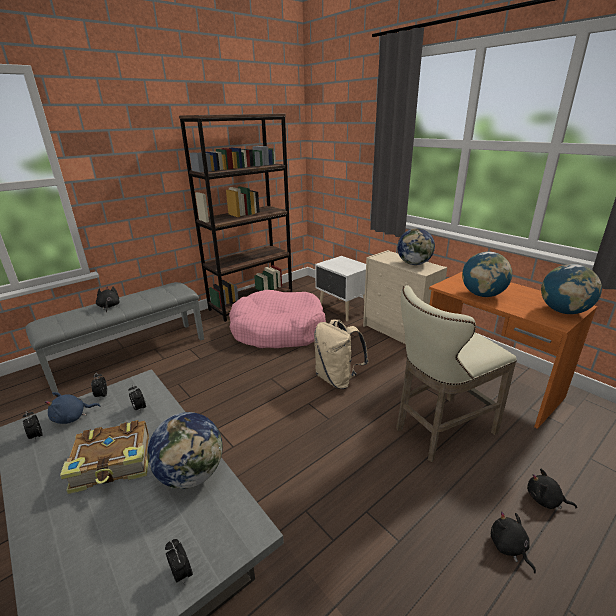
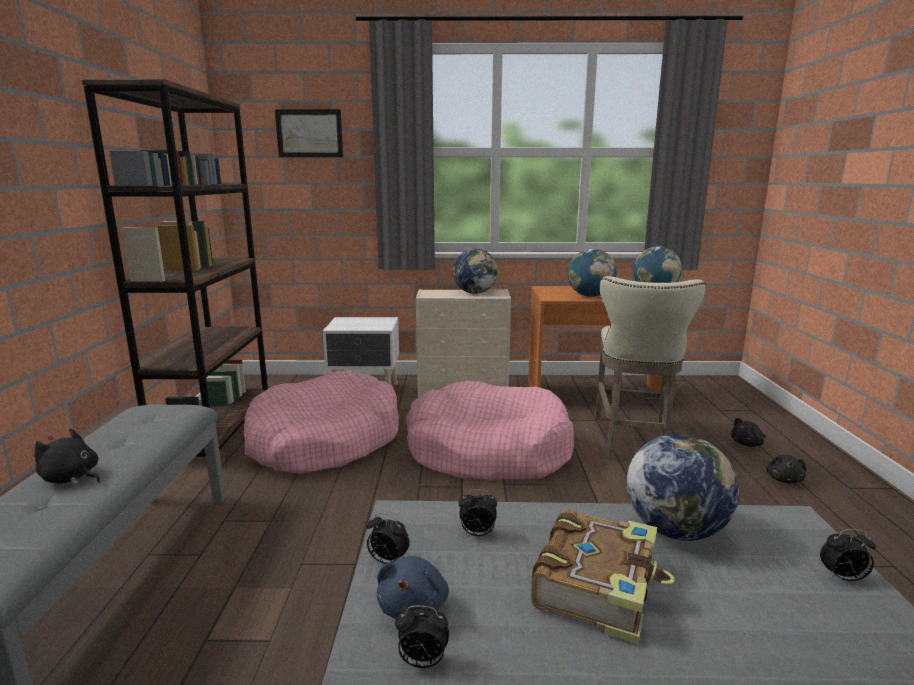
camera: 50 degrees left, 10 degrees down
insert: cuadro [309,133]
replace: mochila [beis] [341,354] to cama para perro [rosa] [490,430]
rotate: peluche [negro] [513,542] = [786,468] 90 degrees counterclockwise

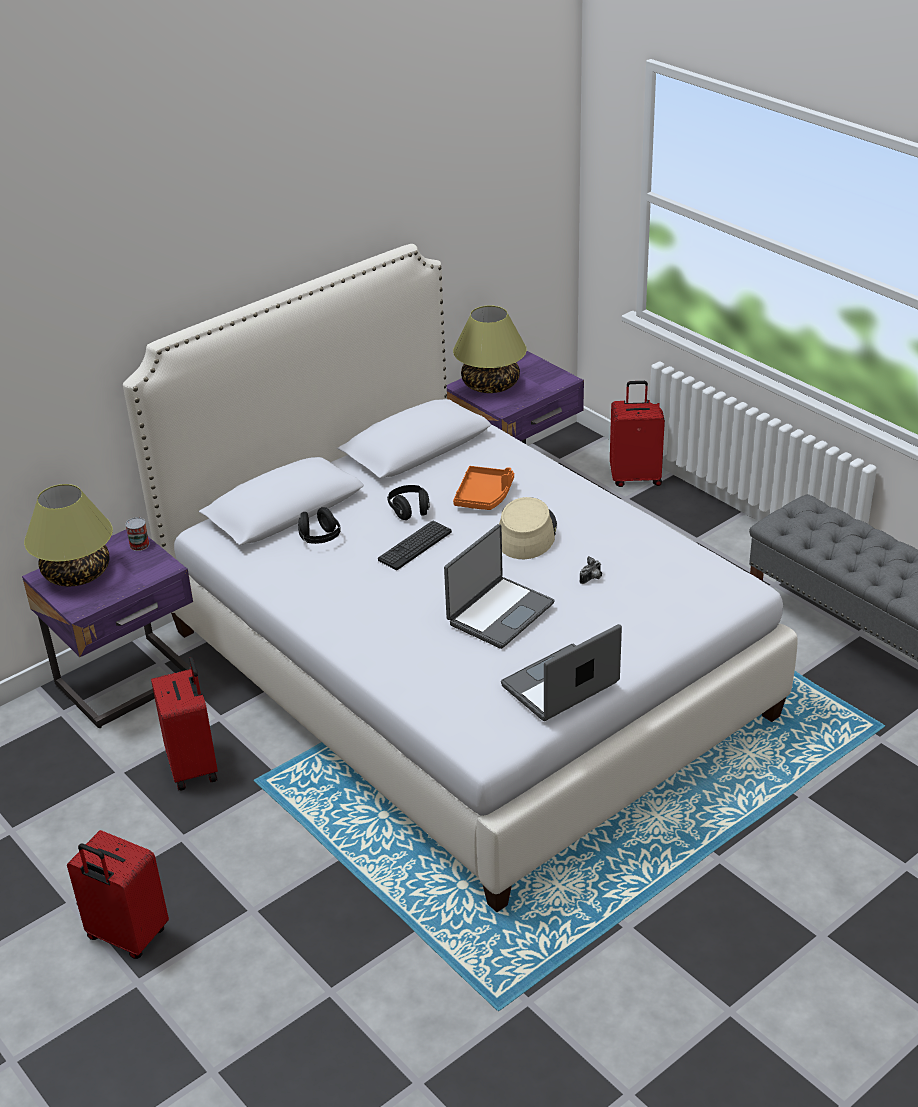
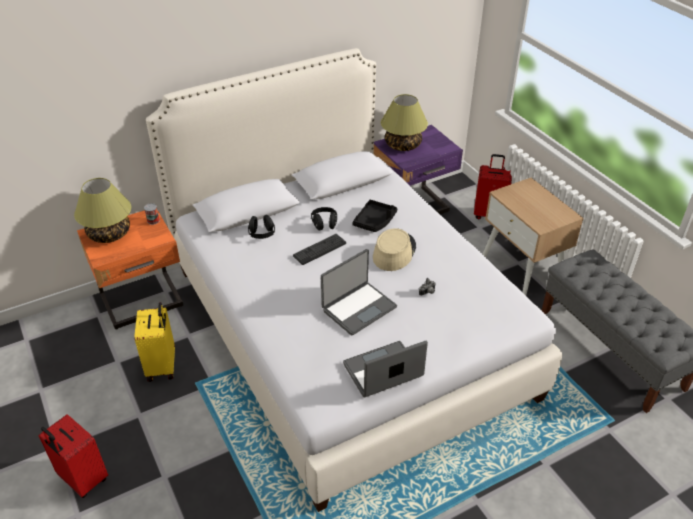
camera: 10 degrees right, 5 degrees up
insert: mesita de noche [beis] [533,237]
recolor: mesita de noche [morado] [107,628] to mesita de noche [naranja] [130,270]; maleta [rojo] [184,724] to maleta [amarillo] [154,342]; bandeja [naranja] [483,488] to bandeja [negro] [374,216]

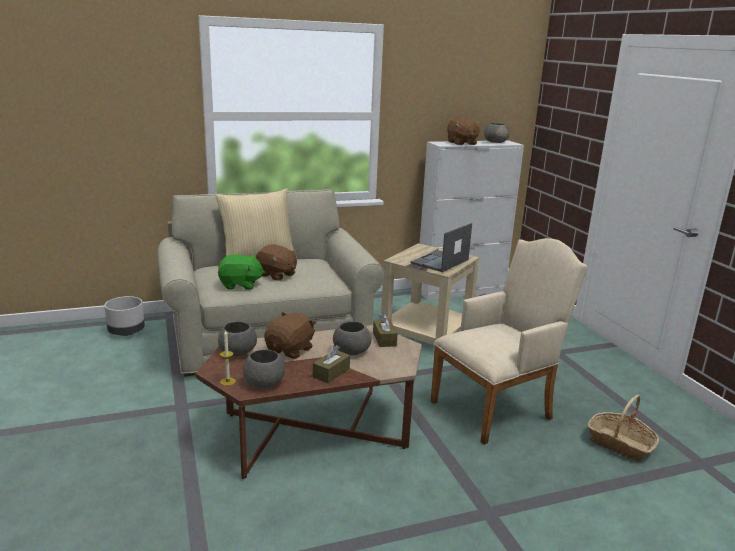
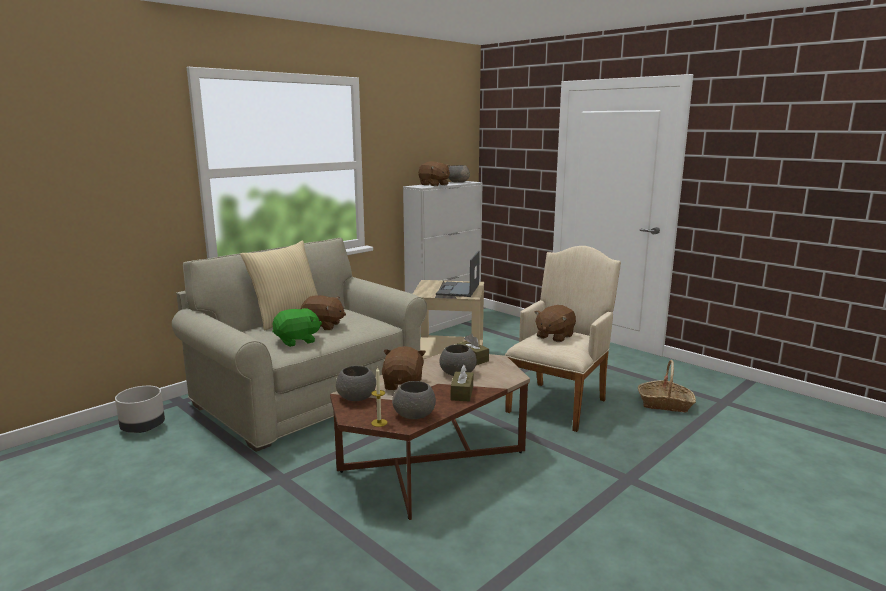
camera: 25 degrees left, 5 degrees down
insert: peluche [marrón] [555,323]

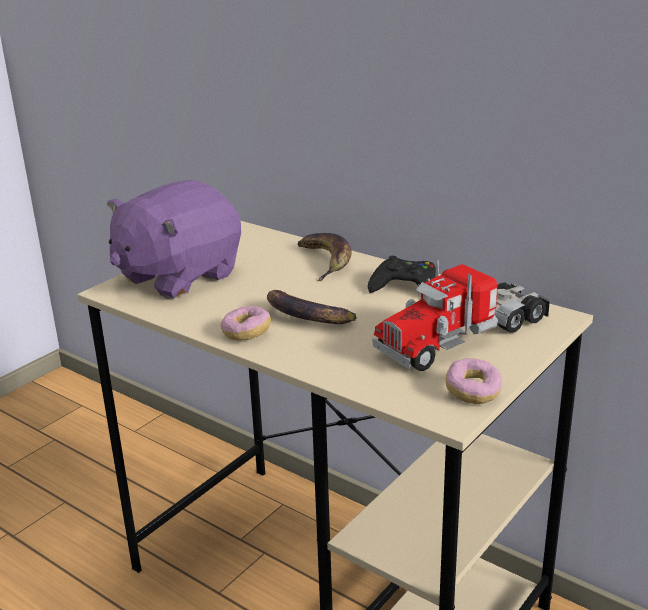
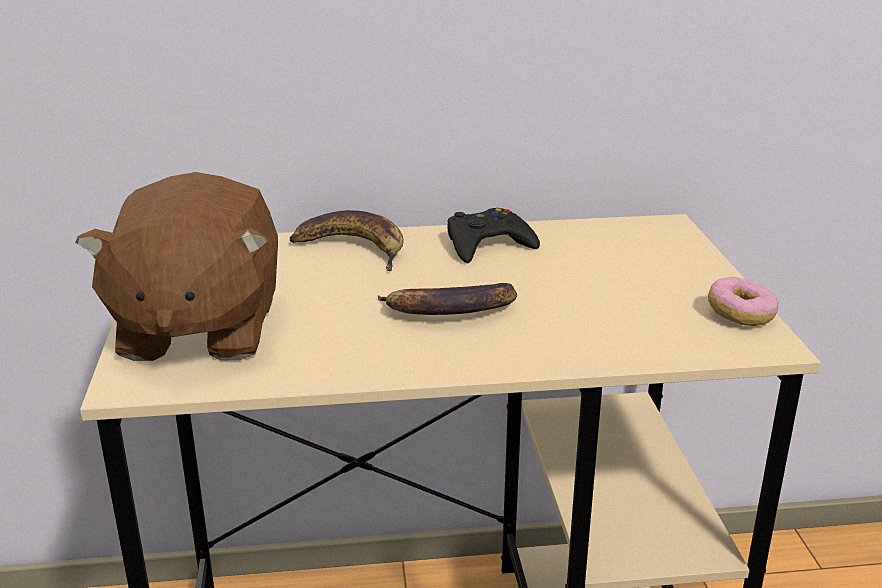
camera: 45 degrees left, 0 degrees up
delete: rosquilla [246,323]; camión de juguete [461,315]
recolor: peluche [morado] [174,239] to peluche [marrón] [176,266]

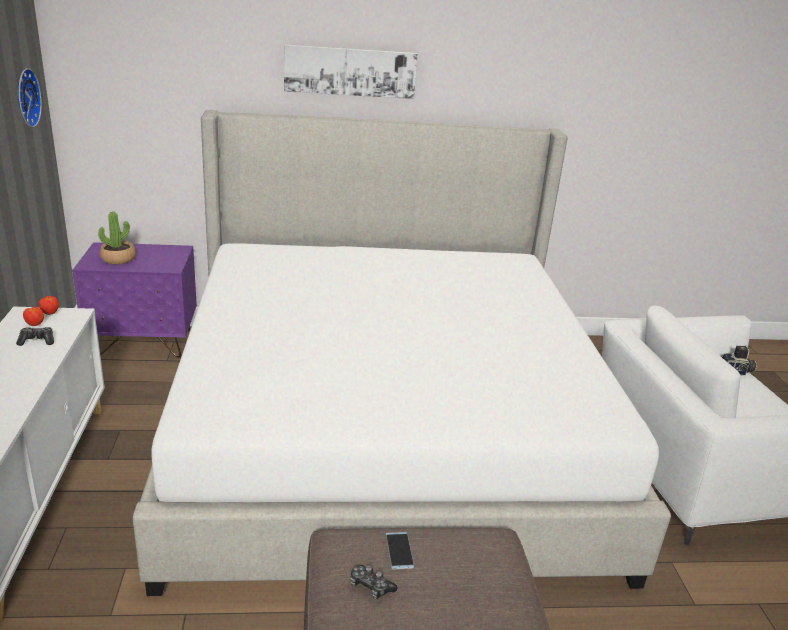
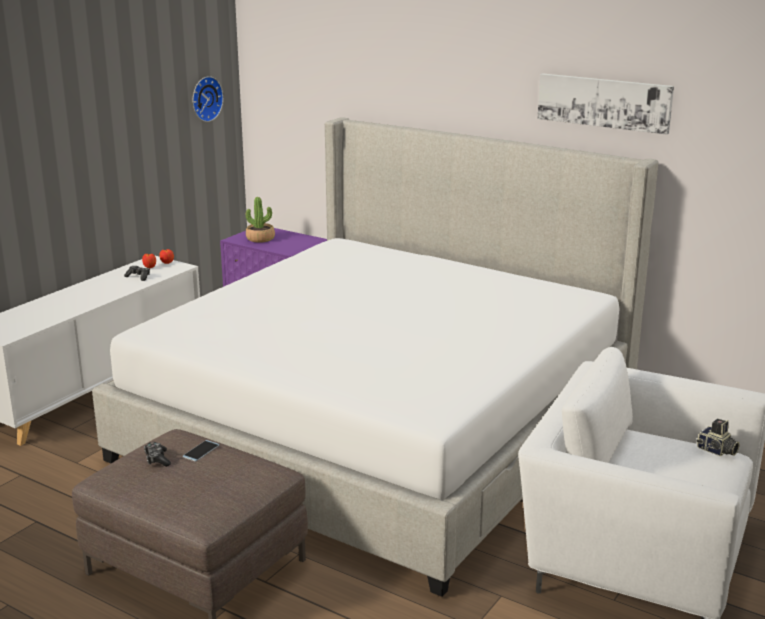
camera: 40 degrees right, 5 degrees down
move: cuadro [351,72] to [605,104]

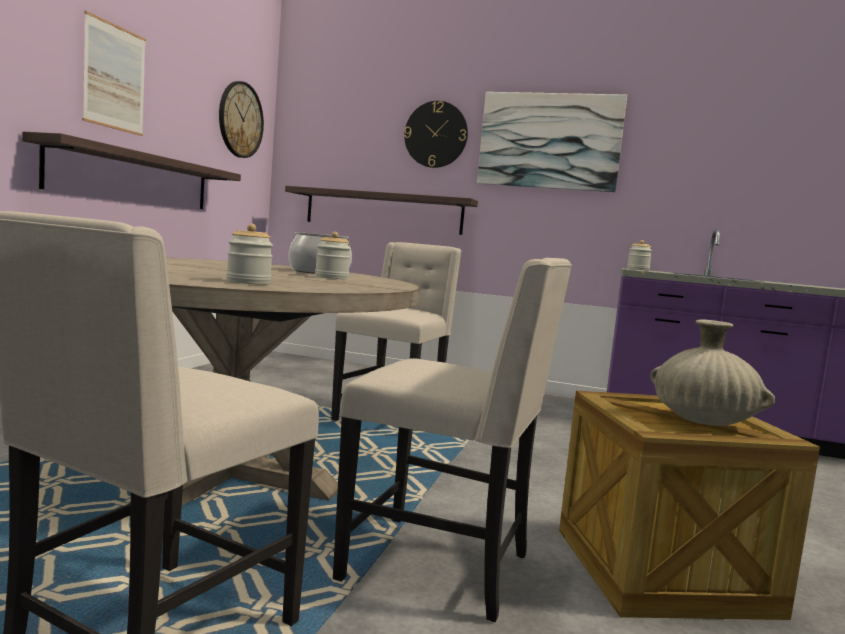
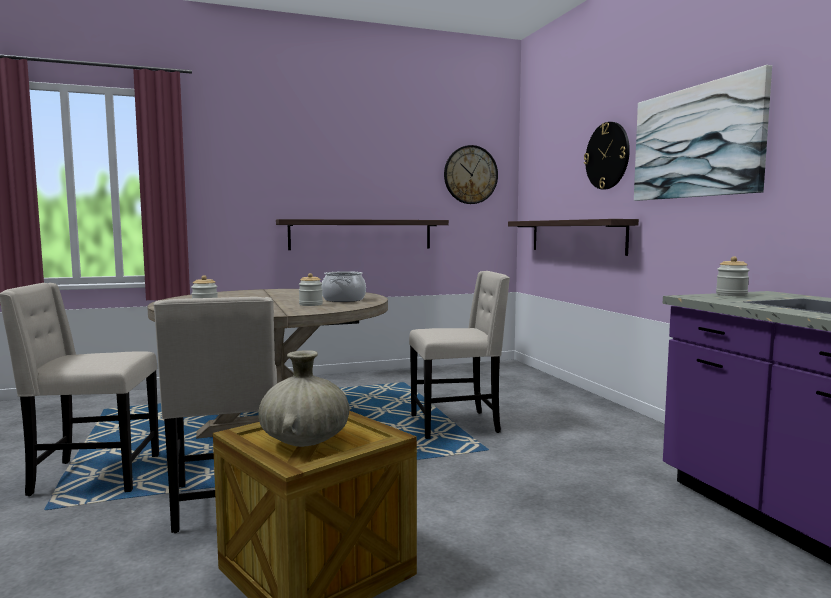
camera: 55 degrees right, 0 degrees up
delete: cuadro [114,73]

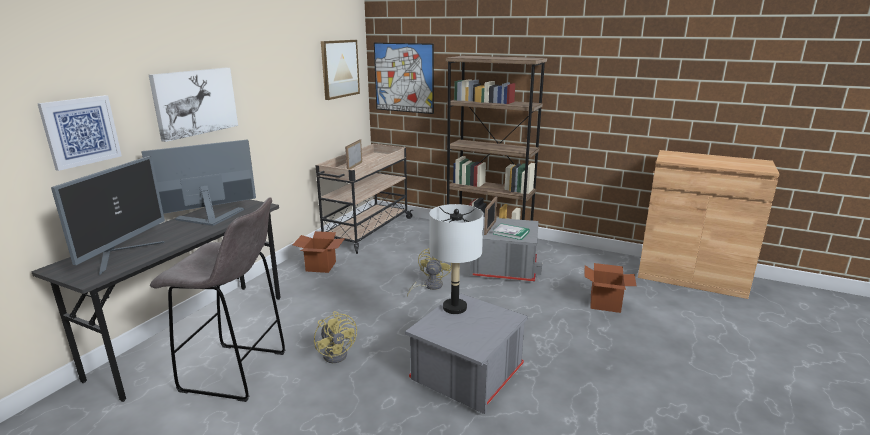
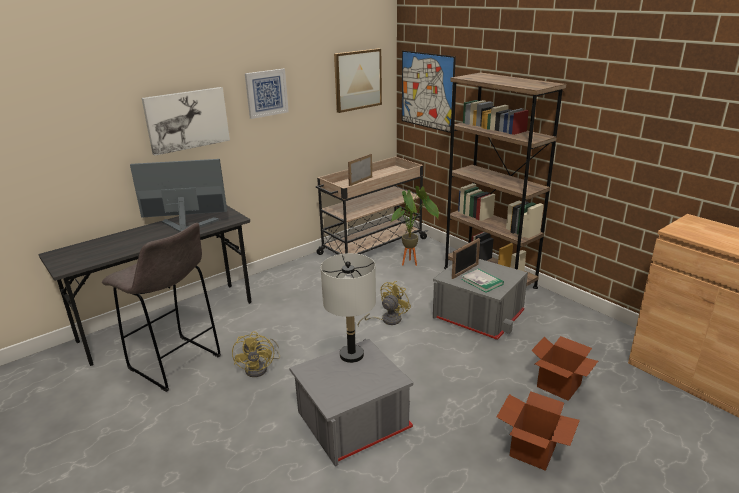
camera: 25 degrees right, 5 degrees up
delete: monitor [108,215]
insert: planta en maceta [415,226]
move: cuadro [79,133] to [267,94]; caja de cartón [318,252] to [538,431]

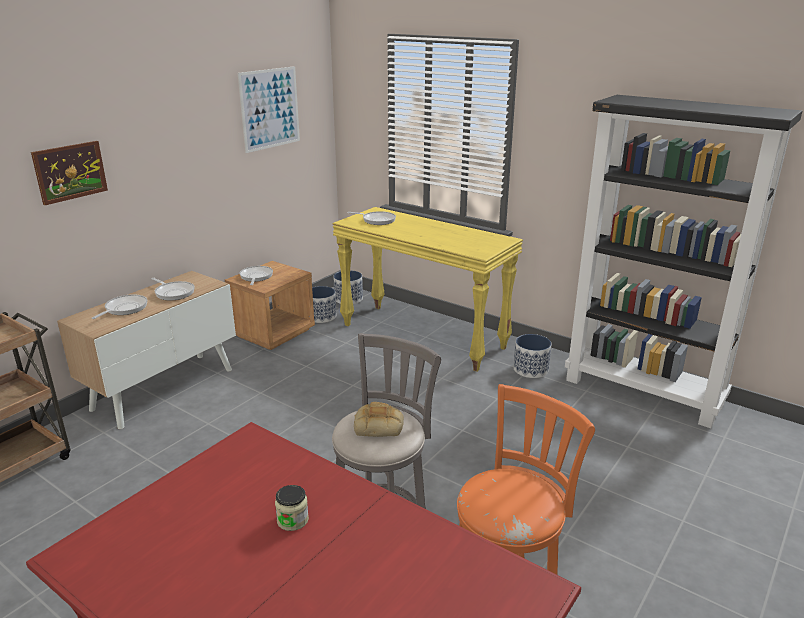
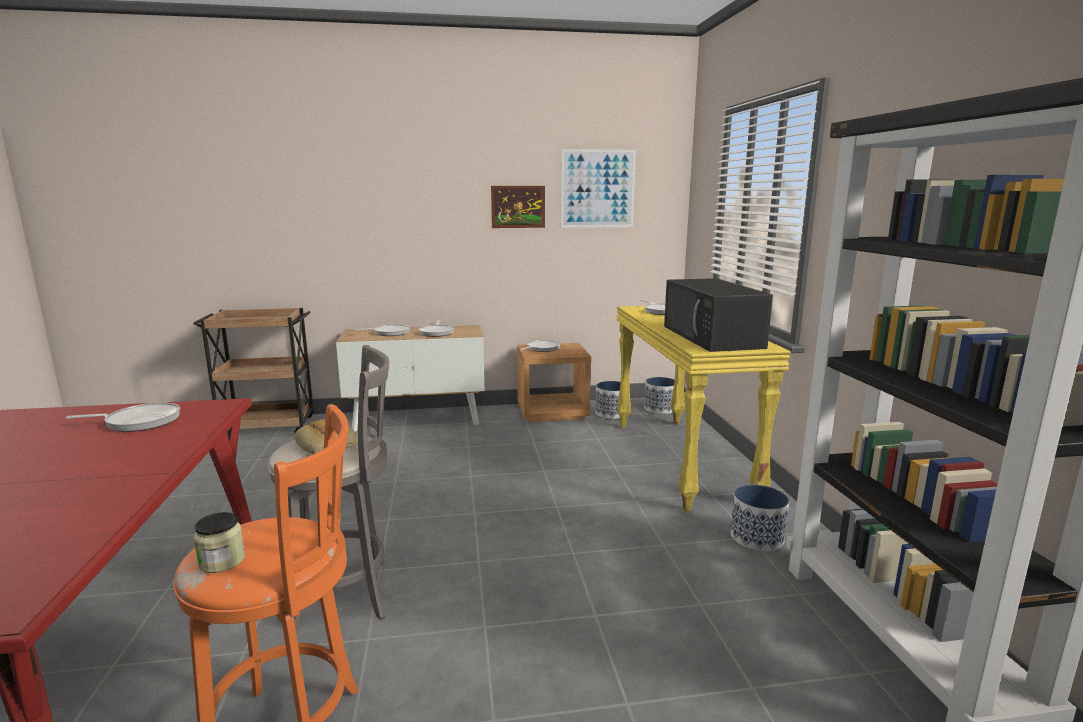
camera: 45 degrees right, 10 degrees down
insert: sartén [122,417]; microondas [negro] [718,315]
move: cuadro [69,173] to [518,207]; tarro [292,508] to [219,542]

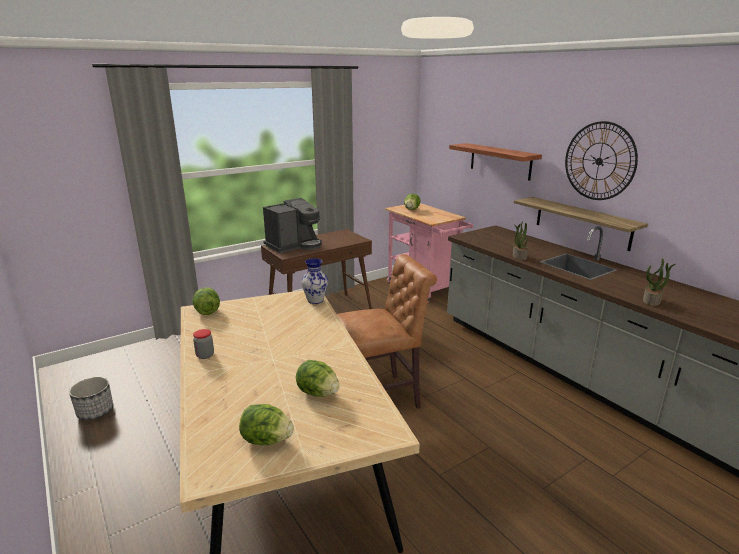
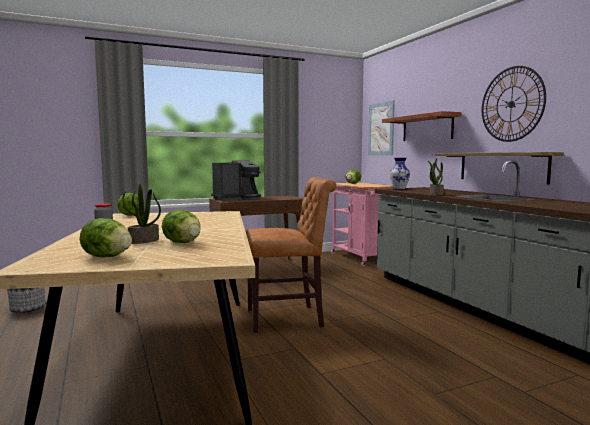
camera: 10 degrees right, 15 degrees down
insert: cuadro [381,127]
move: florero [314,281] to [400,174]; planta en maceta [659,282] to [141,214]

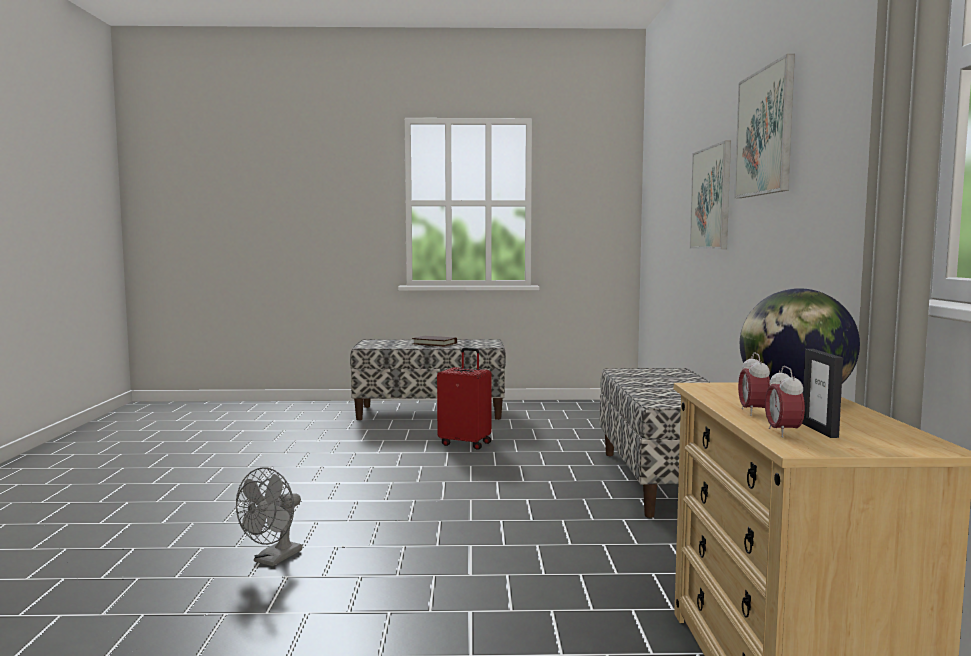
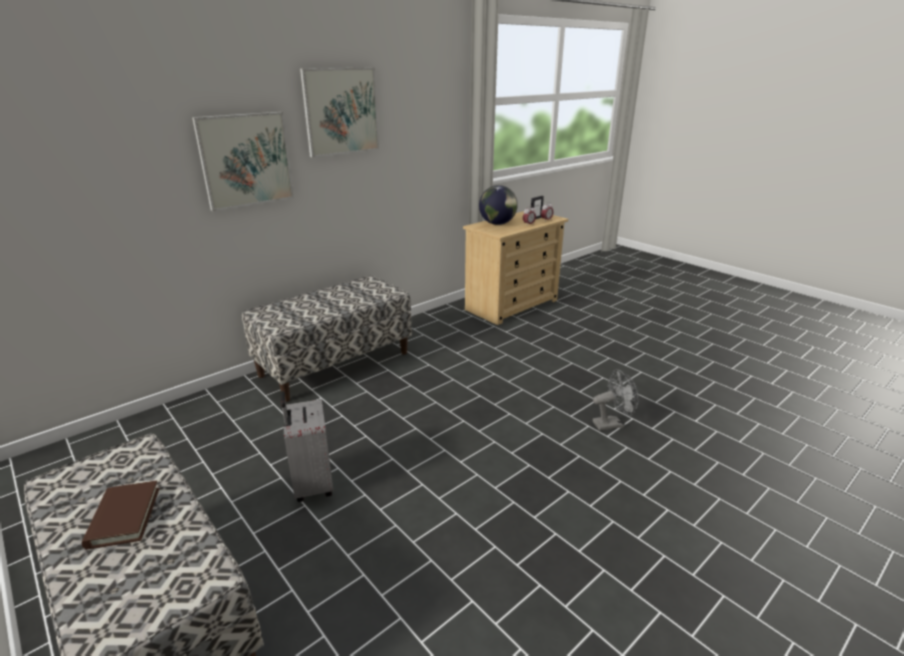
camera: 130 degrees left, 20 degrees up
recolor: maleta [rojo] [464,399] to maleta [gris] [307,446]

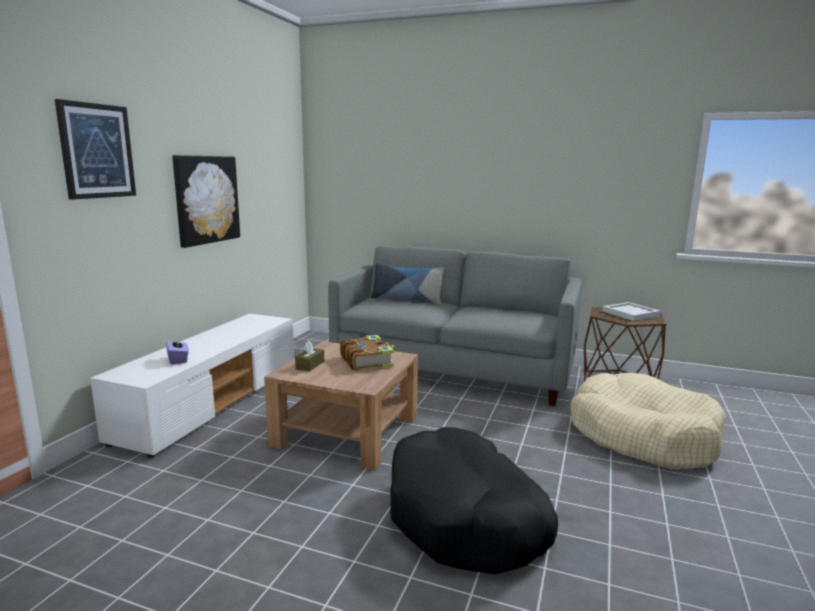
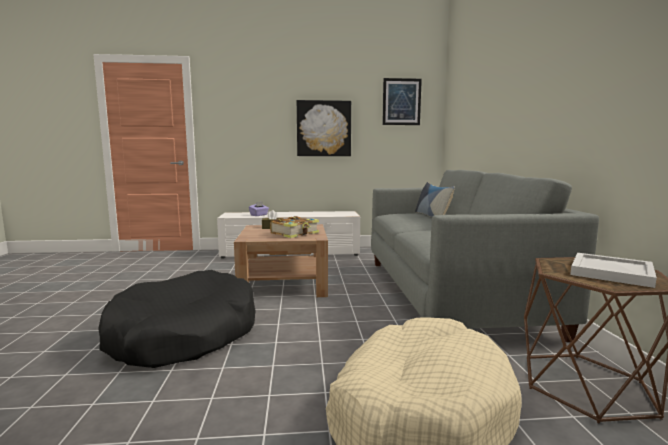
camera: 65 degrees right, 5 degrees down
move: cuadro [95,149] to [402,101]

